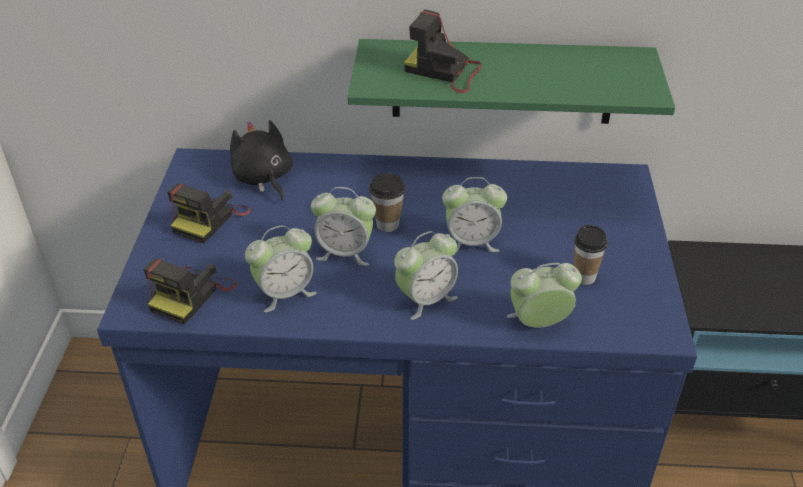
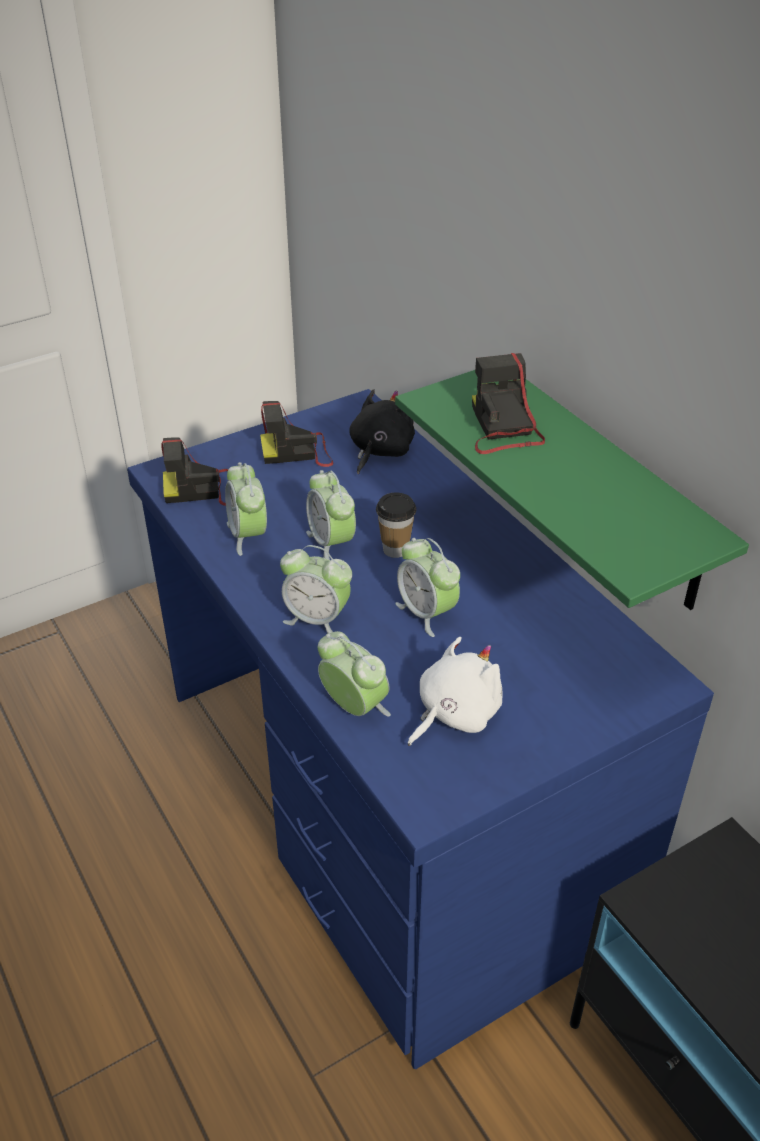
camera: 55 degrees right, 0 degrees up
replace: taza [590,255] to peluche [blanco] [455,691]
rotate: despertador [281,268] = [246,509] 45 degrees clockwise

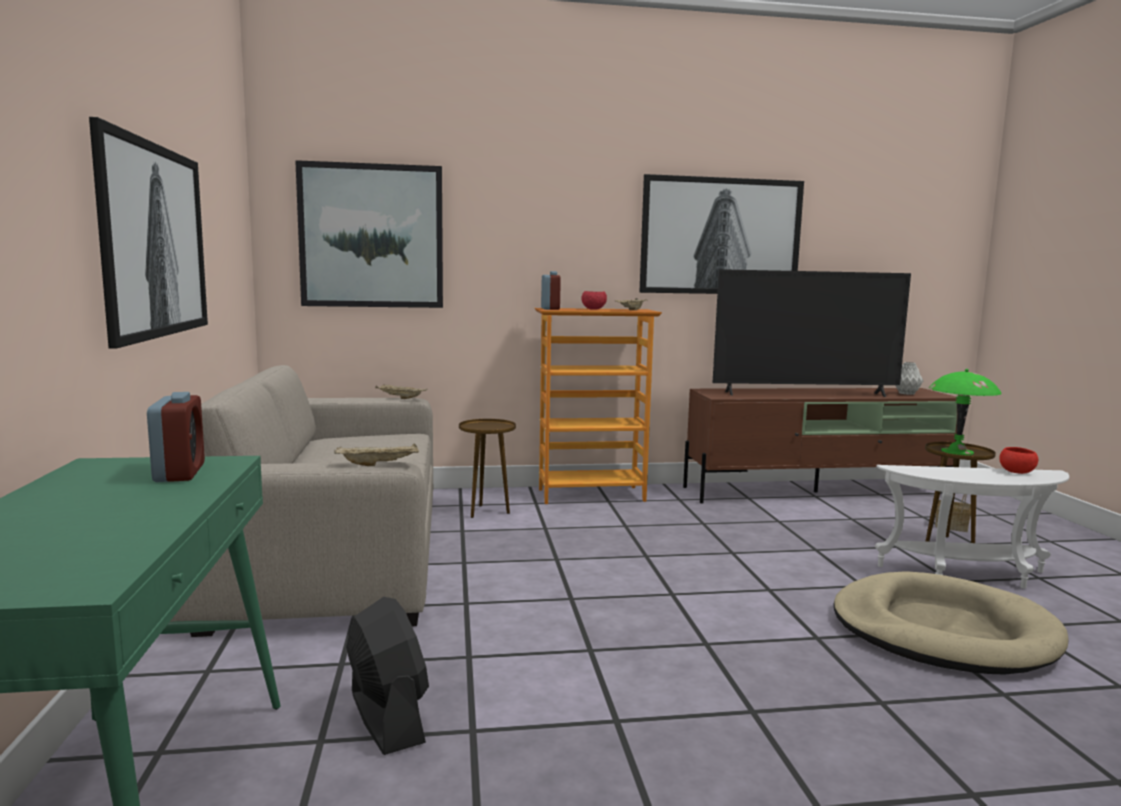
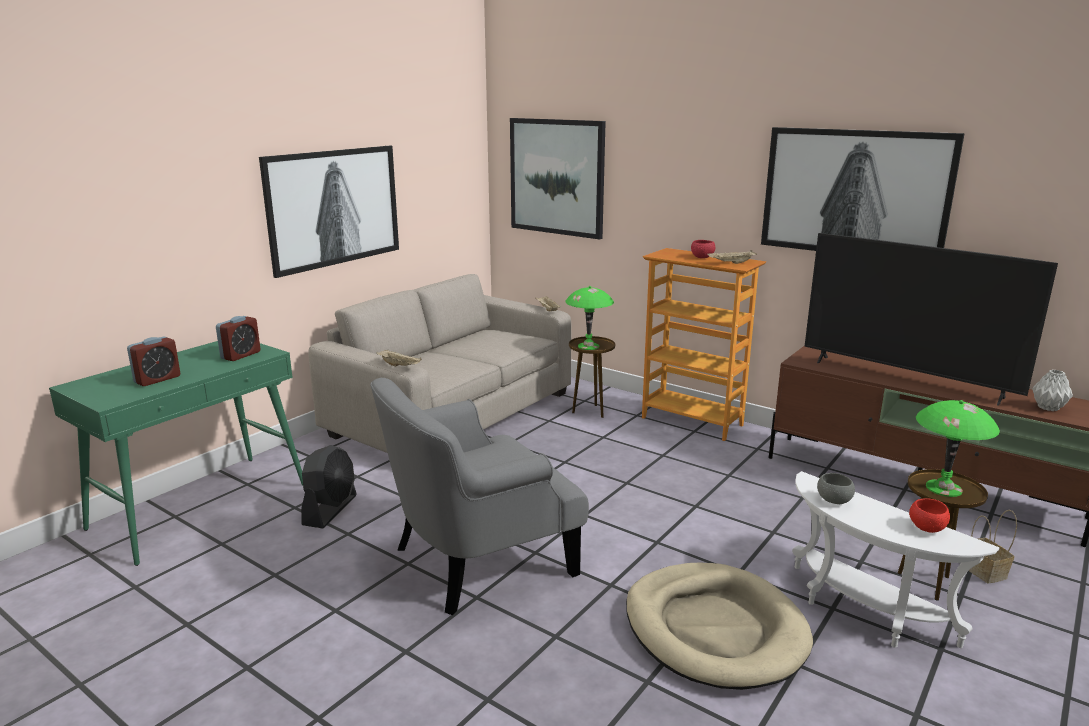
camera: 45 degrees right, 10 degrees up
insert: sillón [gris] [479,496]; lámpara de mesa [verde] [589,318]; cuenco [gris] [836,488]
move: despertador [551,290] to [153,361]

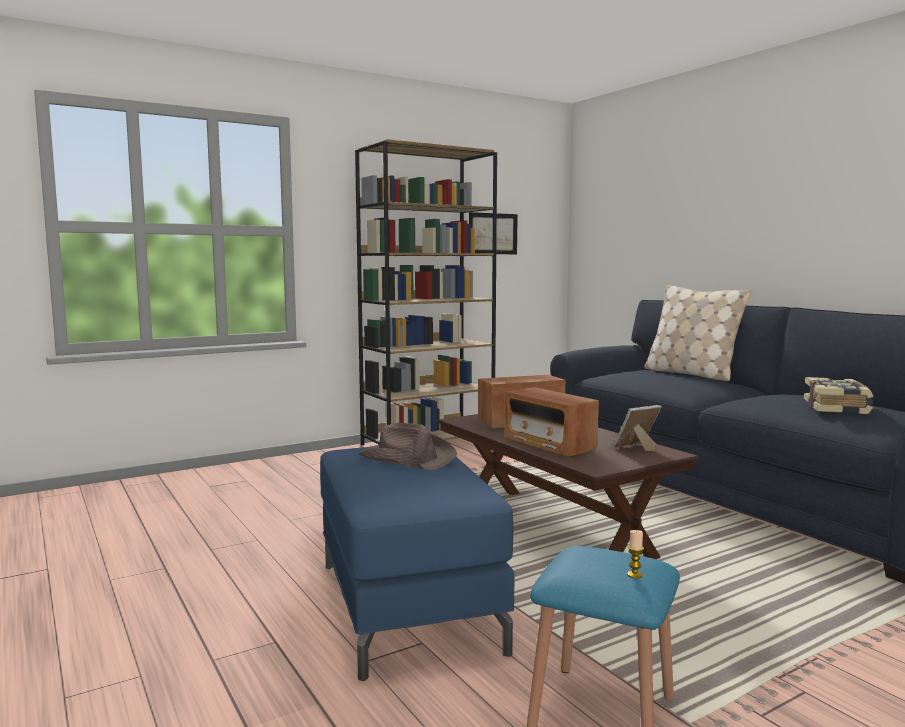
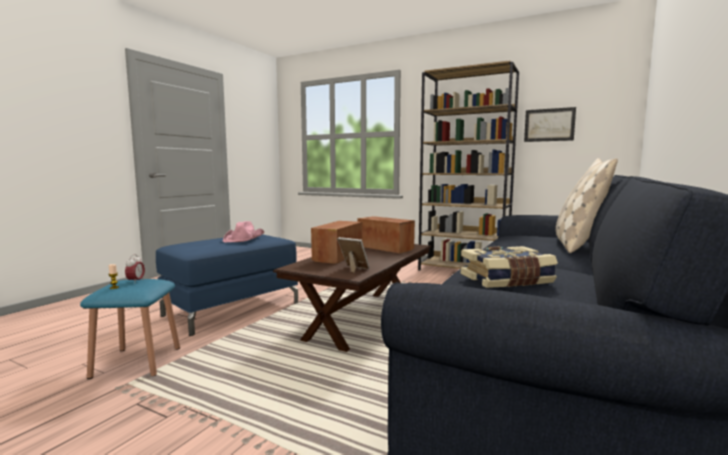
camera: 60 degrees right, 0 degrees up
insert: despertador [135,267]
recolor: sombrero [marrón] [407,446] to sombrero [rosa] [243,231]

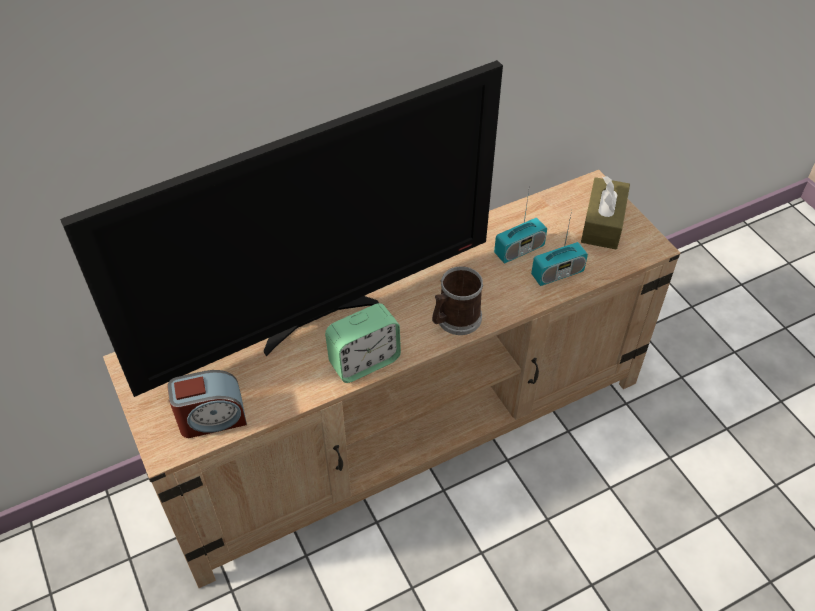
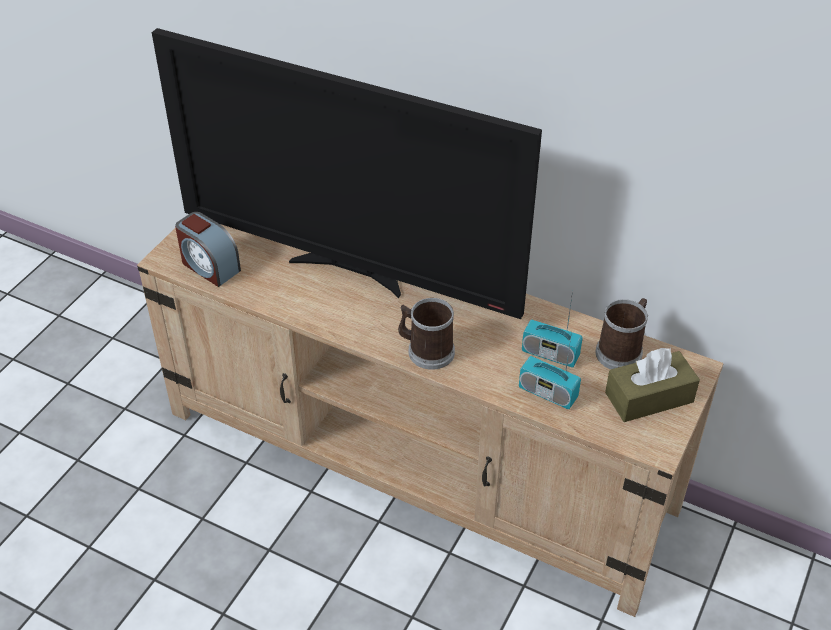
camera: 55 degrees right, 5 degrees down
delete: despertador [363,343]
insert: taza grande [622,333]

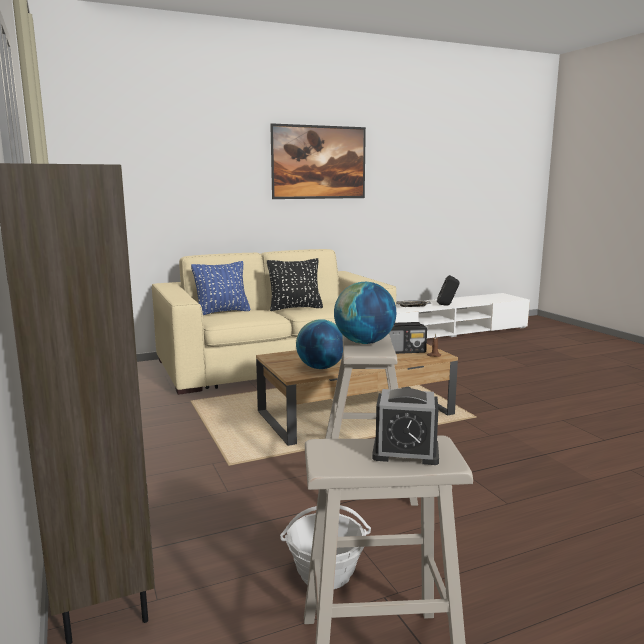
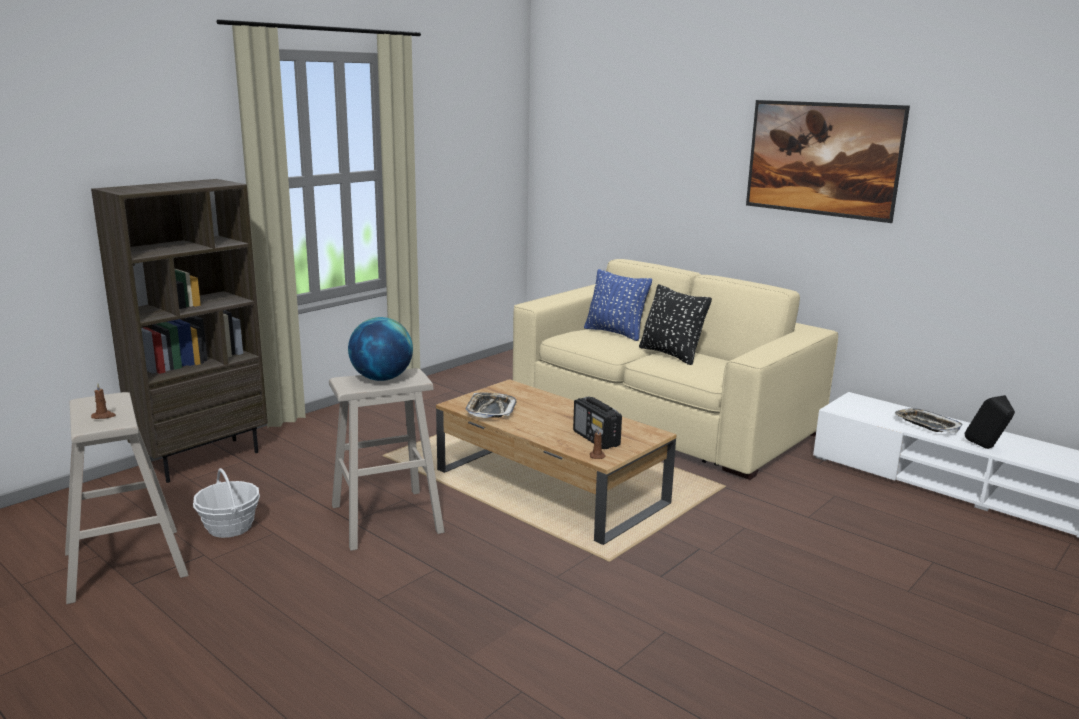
camera: 65 degrees right, 5 degrees up
replace: globo terráqueo [319,344] to bandeja [491,405]; despertador [405,426] to vela [marrón] [103,401]

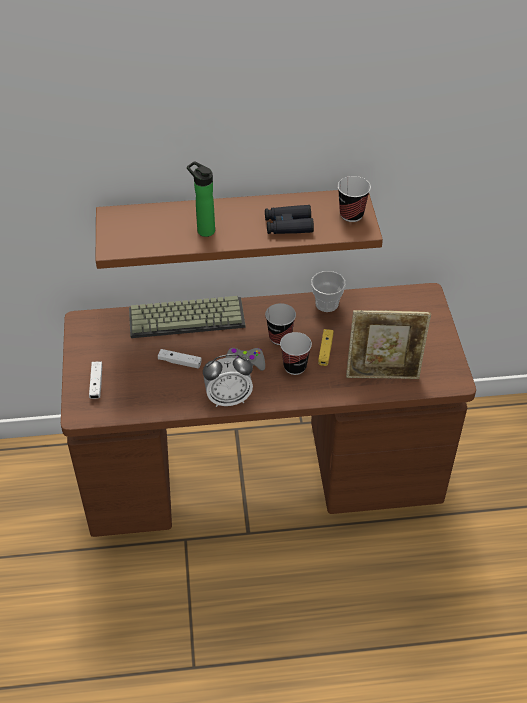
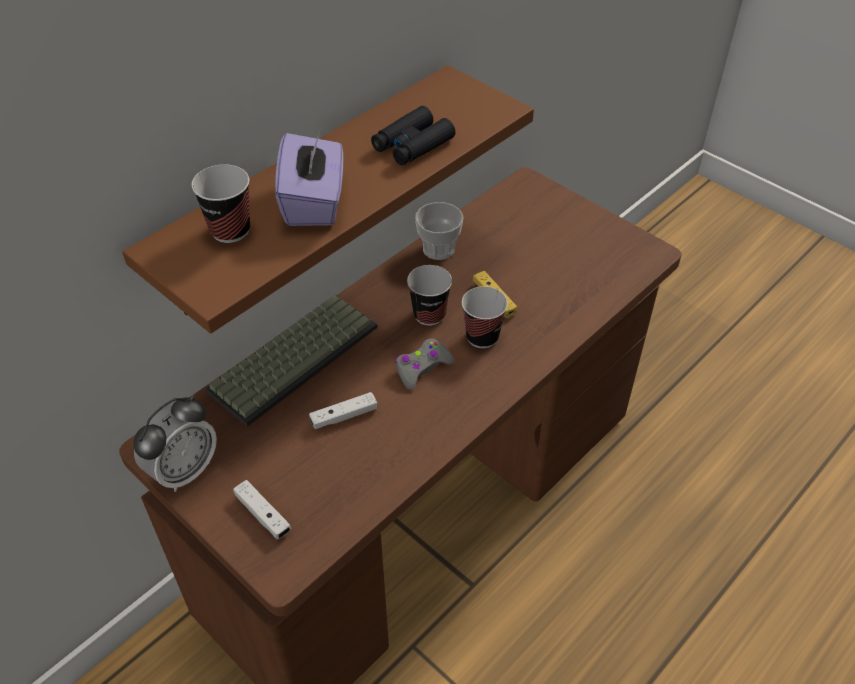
camera: 40 degrees left, 0 degrees up
delete: portarretratos [388,344]
move: despertador [228,380] to [175,444]; taza [354,199] to [220,203]
replace: botella [201,199] to caja de pañuelos [morado] [309,178]

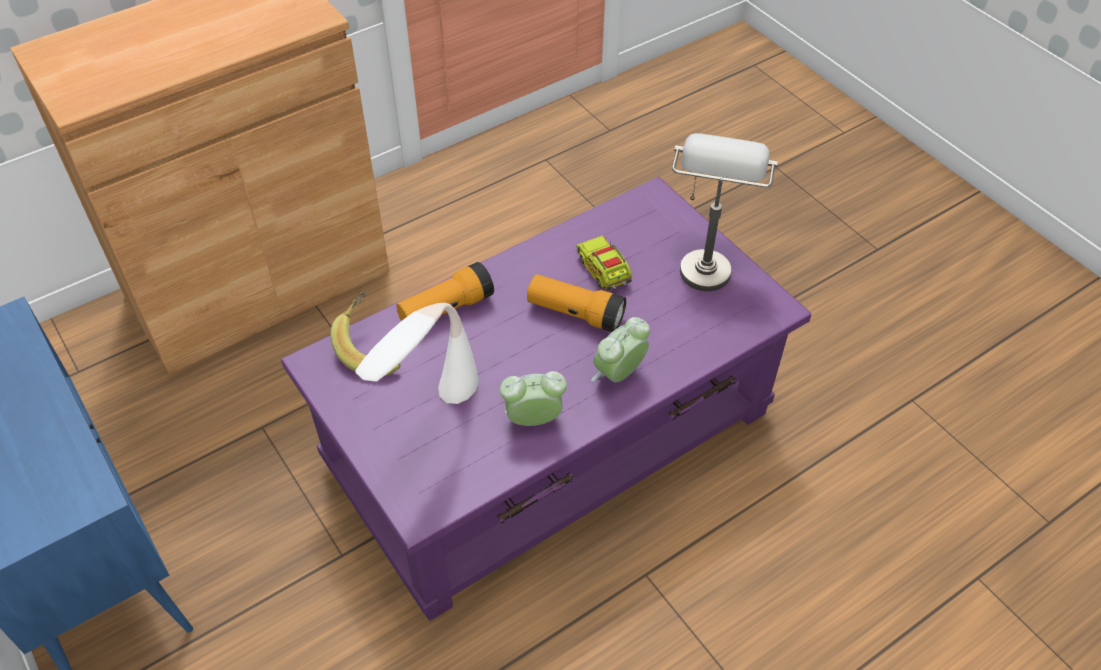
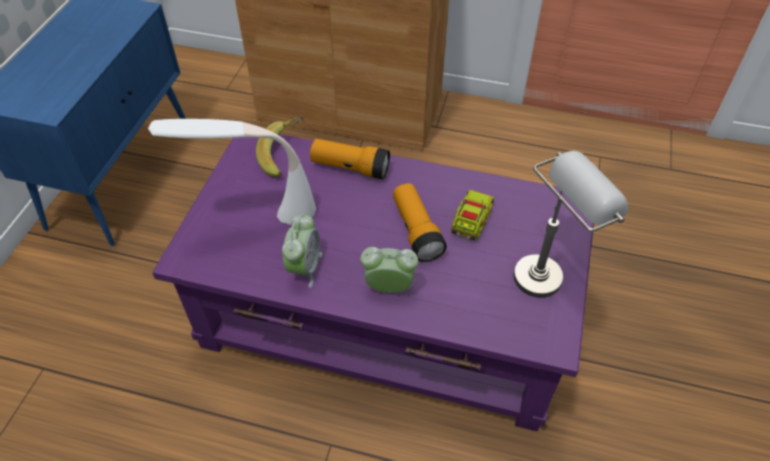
camera: 50 degrees right, 0 degrees up
rotate: despertador [533,398] = [302,251] 60 degrees clockwise

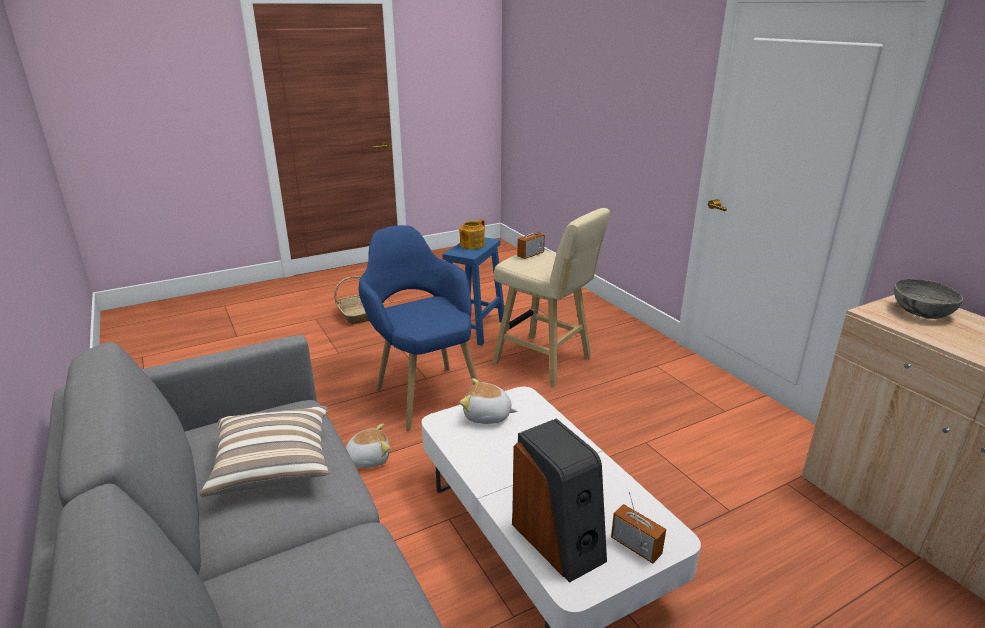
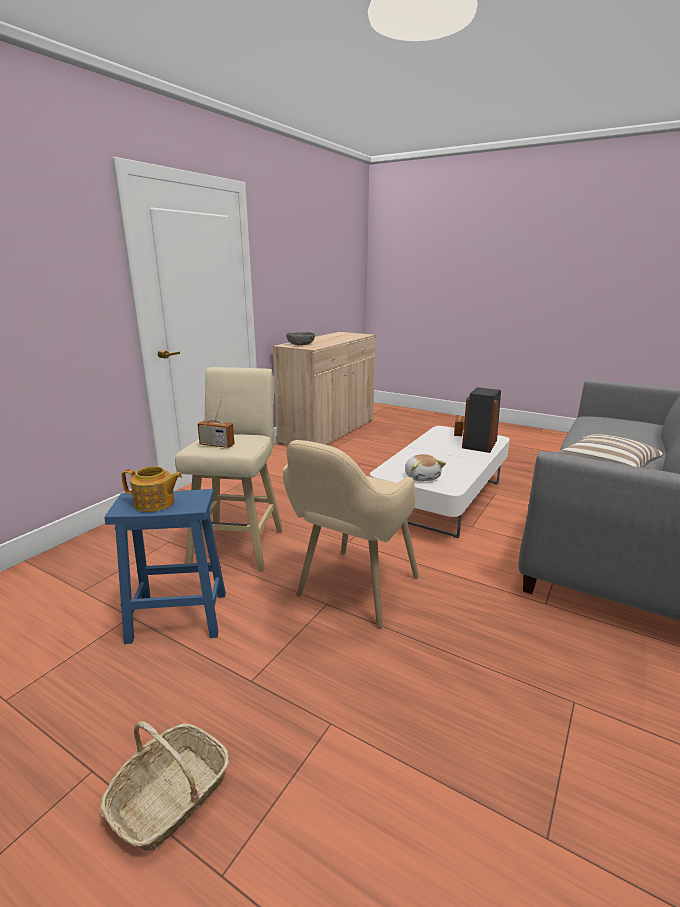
camera: 120 degrees left, 5 degrees down
delete: peluche [368,446]
recolor: sillón [azul] [418,328] to sillón [beis] [351,534]

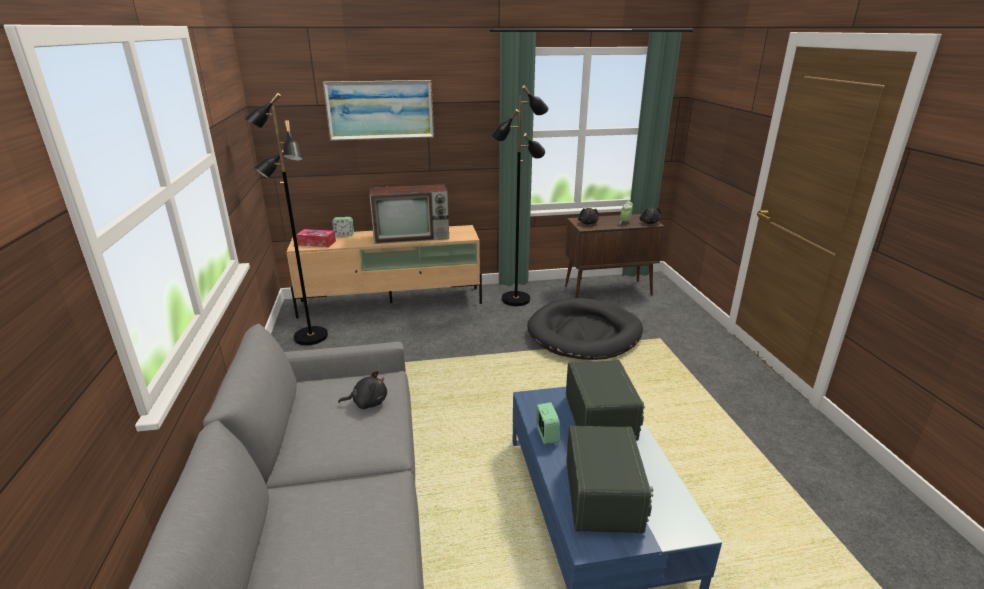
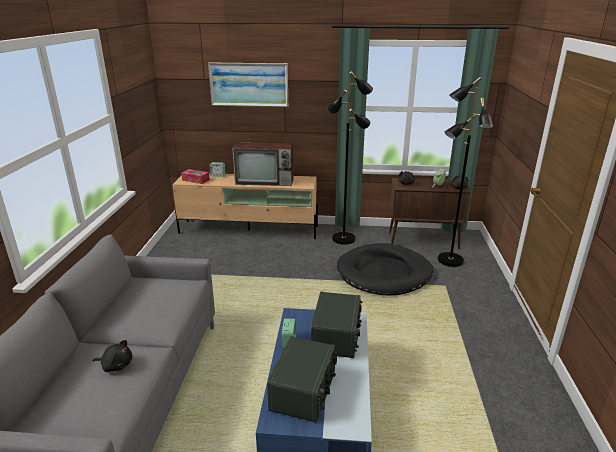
camera: 15 degrees right, 0 degrees up
move: lámpara de pie [negro] [286,219] to [466,172]; peluche [negro] [362,390] to [112,356]

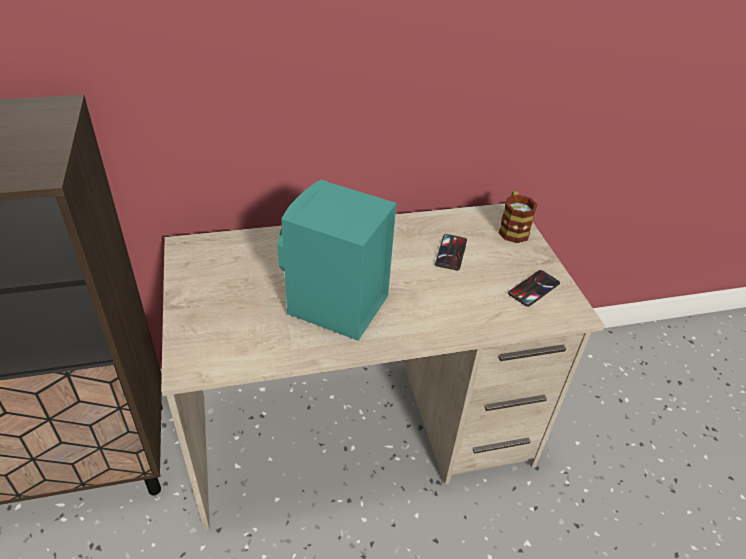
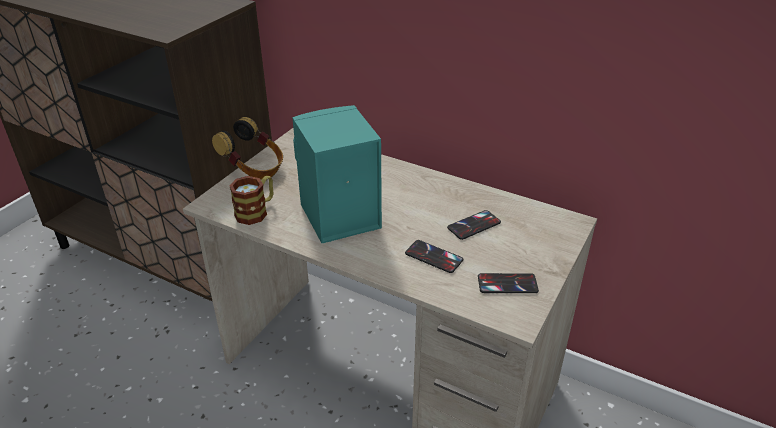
camera: 45 degrees right, 5 degrees down
insert: auriculares [247,148]; móvil [434,256]
move: taza grande [518,217] to [251,200]

